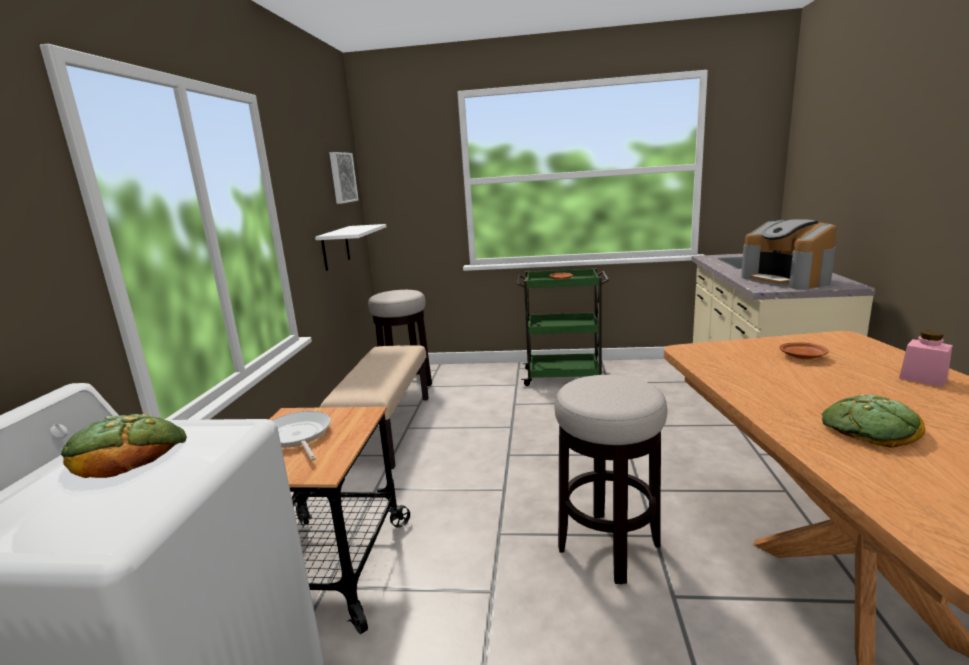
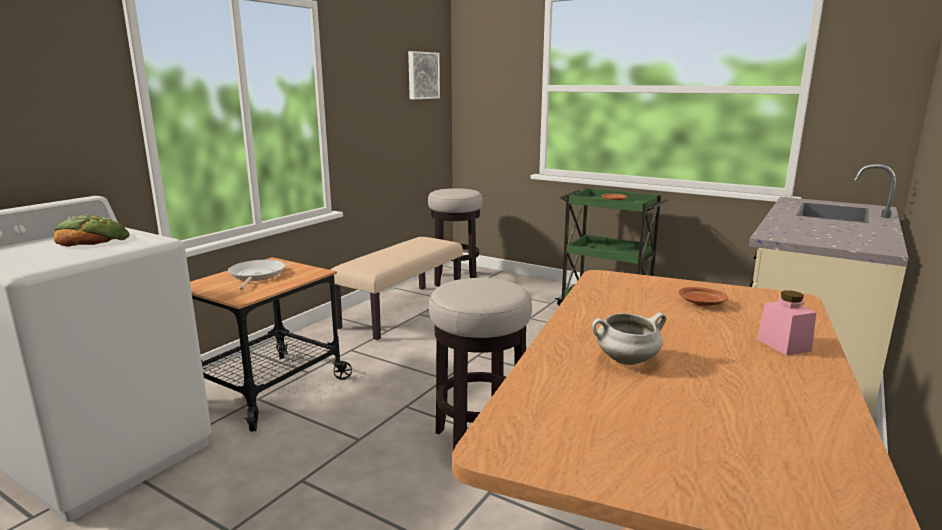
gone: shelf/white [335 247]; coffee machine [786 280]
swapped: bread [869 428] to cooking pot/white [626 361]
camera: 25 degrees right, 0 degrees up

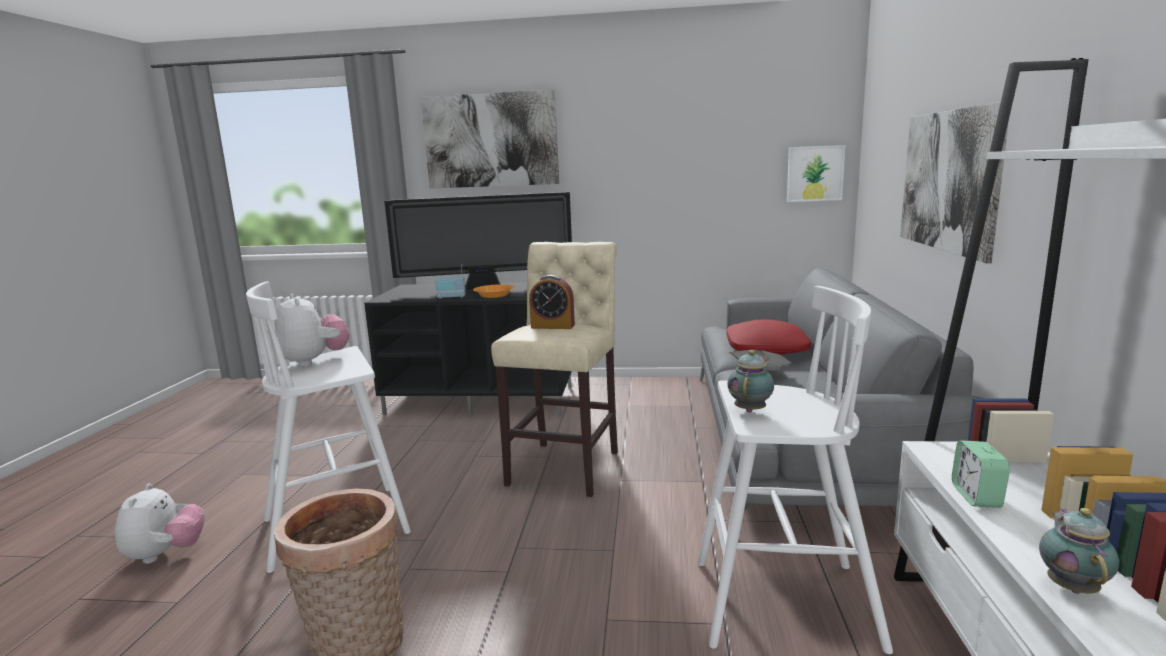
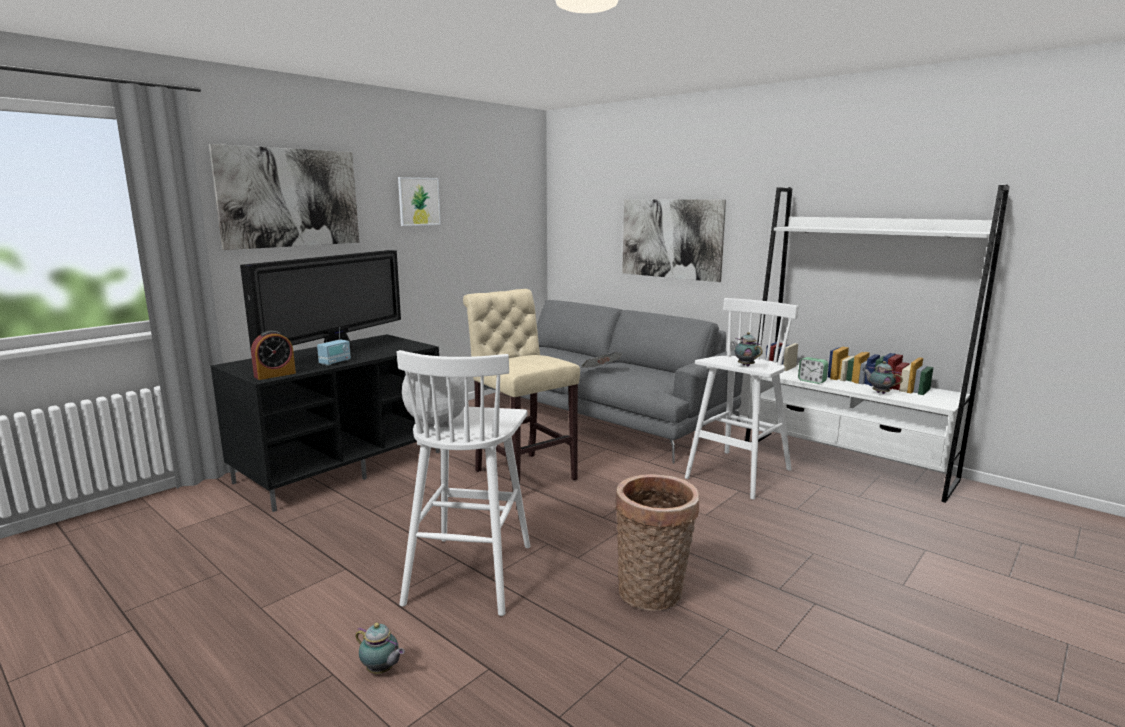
gone: bowl/orange [494 296]; pillow/red [767 349]
shifted: alarm clock [552 326] to [275 375]; picture [815 173] to [419 201]
swapped: plush toy [165 554] to teapot [381 671]
camera: 55 degrees left, 0 degrees up

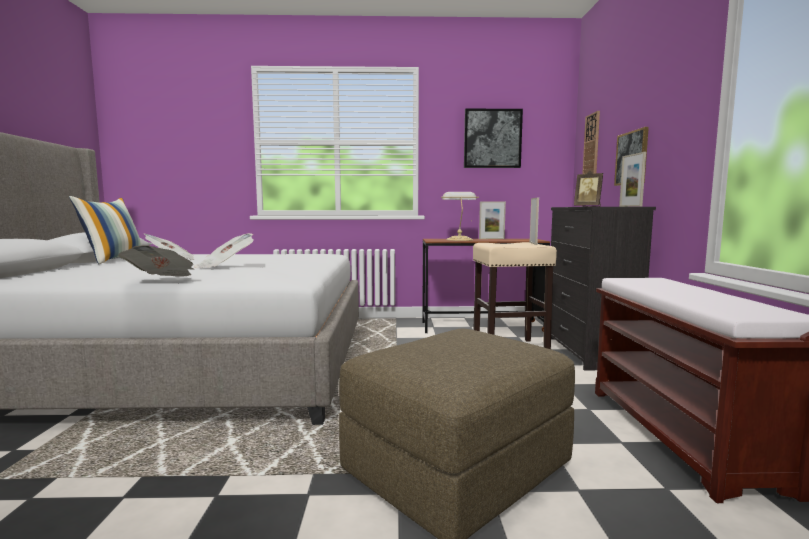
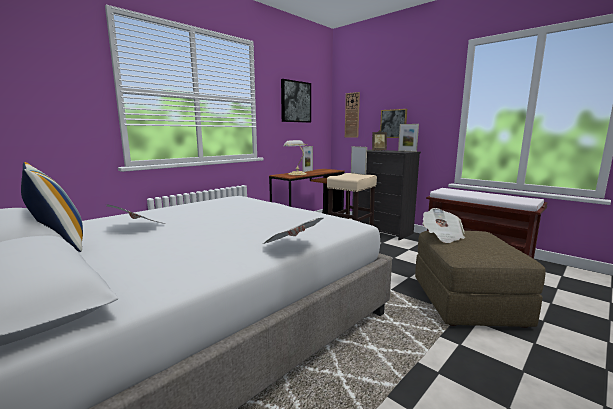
shifted: newspaper [225 266] to [442 236]
camera: 45 degrees left, 5 degrees up

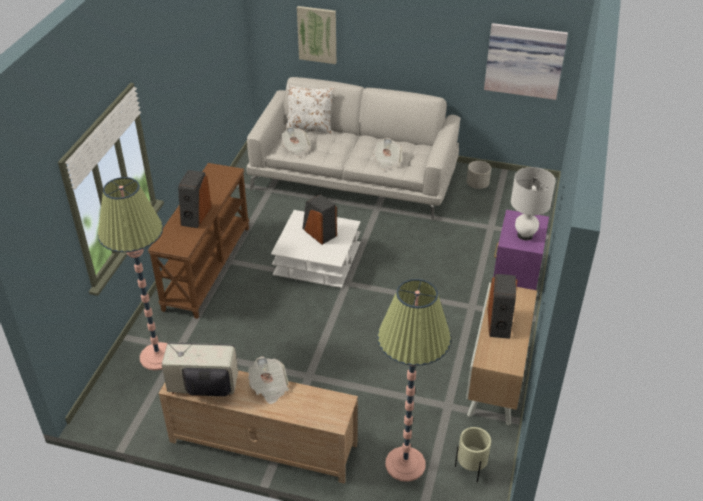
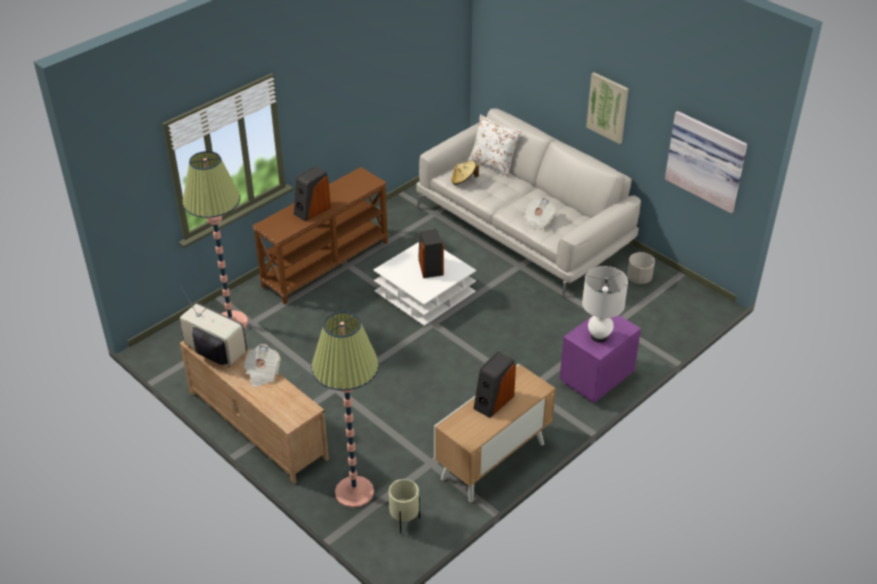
shifted: picture [317 34] to [608 107]
swapped: newspaper [296 148] to hat/beige [463 180]
camera: 30 degrees right, 0 degrees up

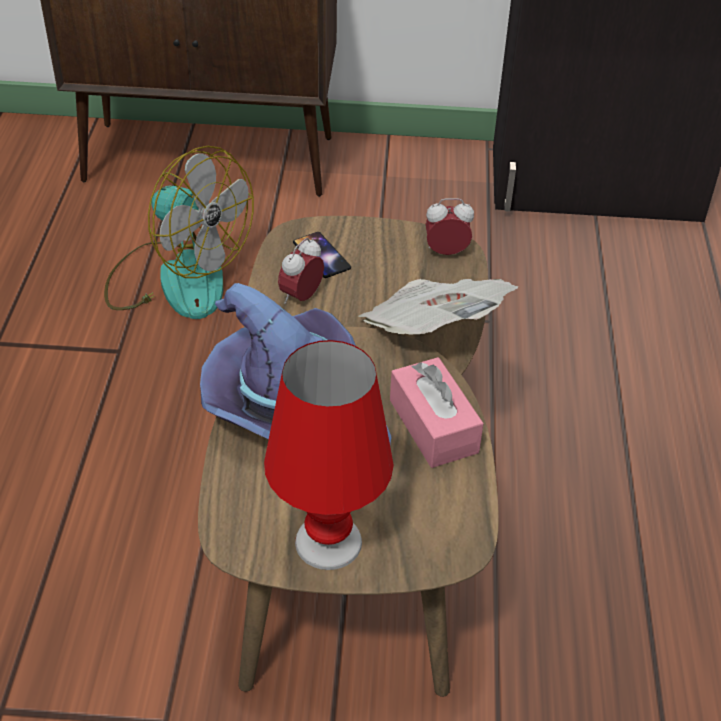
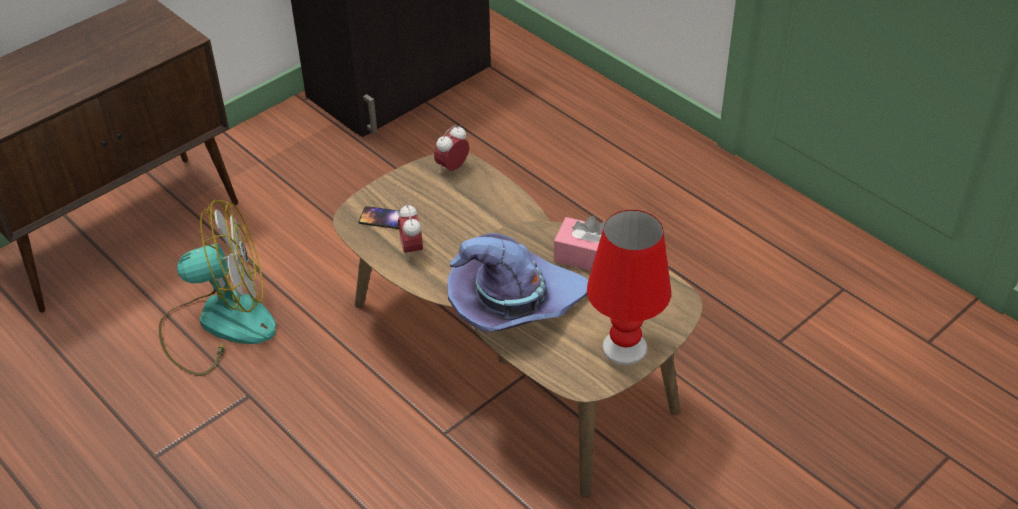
gone: newspaper [433 332]
camera: 45 degrees left, 0 degrees up

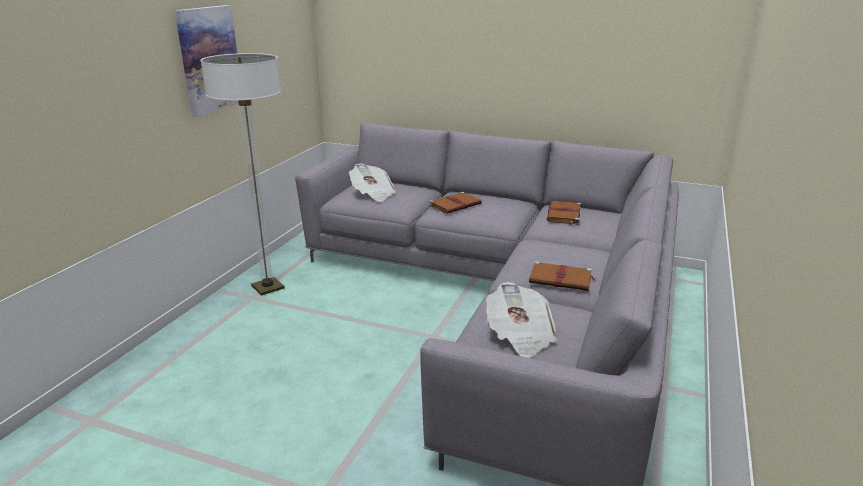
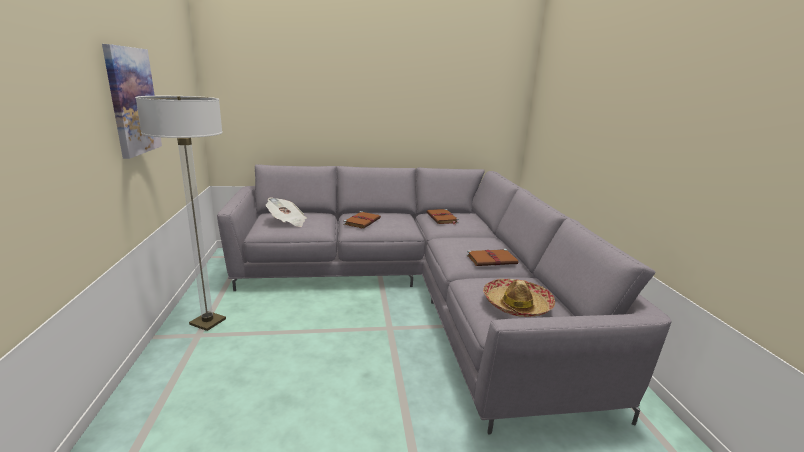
swapped: newspaper [519 336] to hat [516 305]
camera: 30 degrees left, 5 degrees down

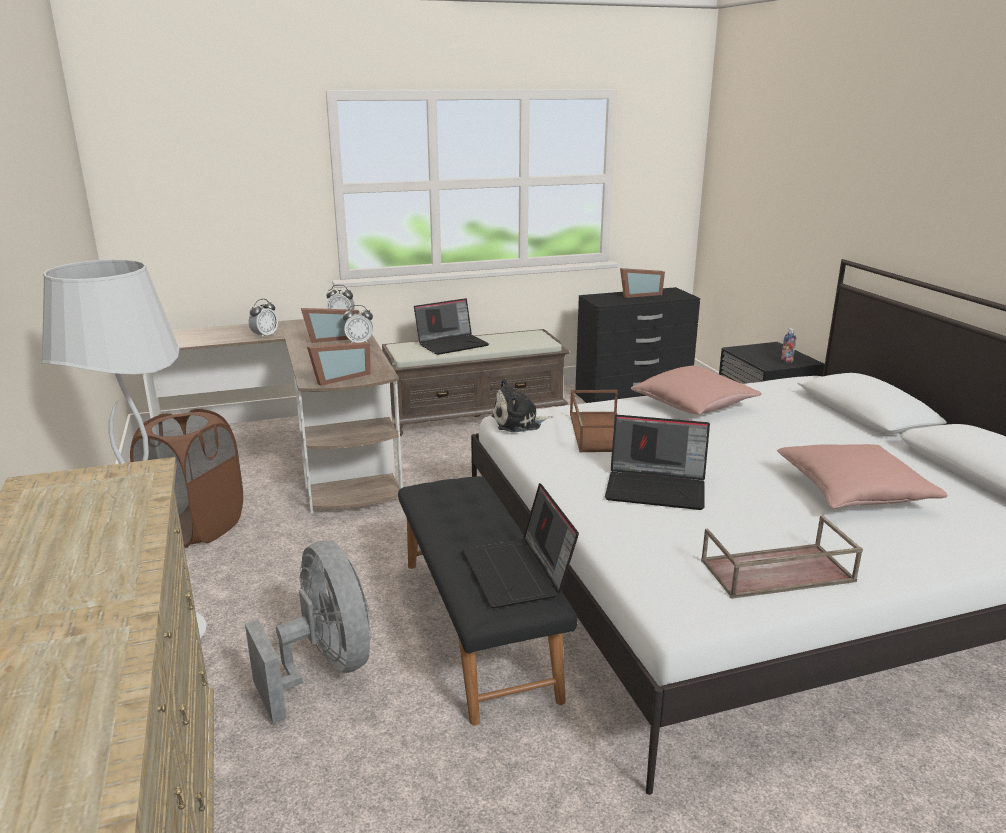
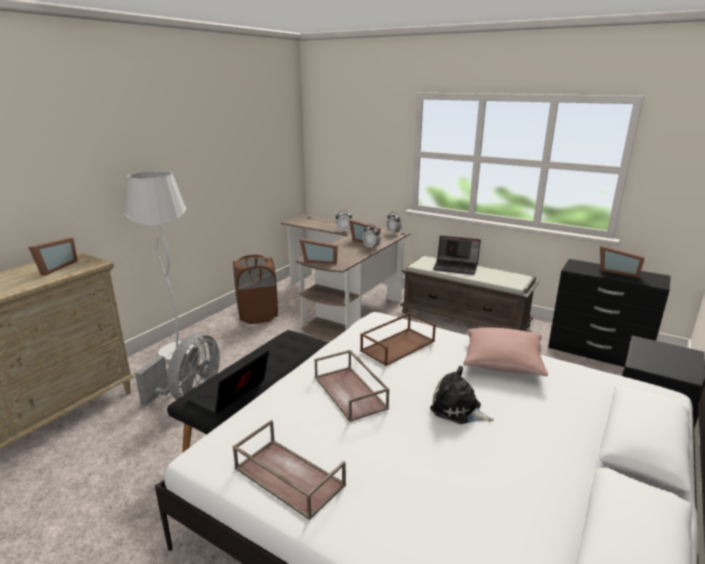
gone: pillow/pink [853 492]; bottle [786 362]
new: picture frame [54 268]
shifted: plush toy [519 423] to [458 410]
swapped: laptop [657 488] to tray/brown [351 393]
camera: 50 degrees right, 0 degrees up

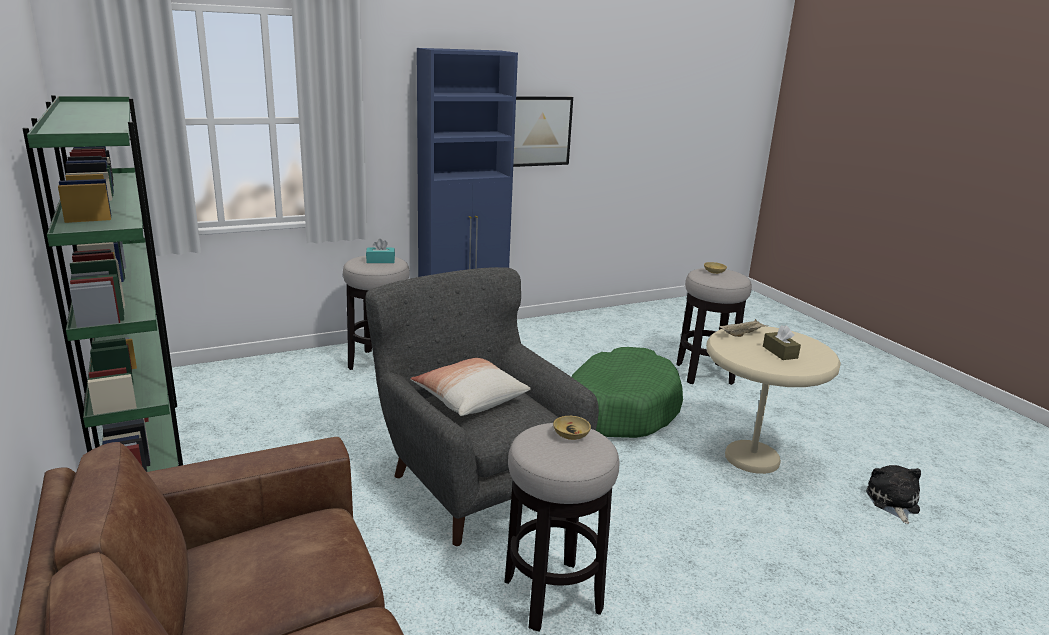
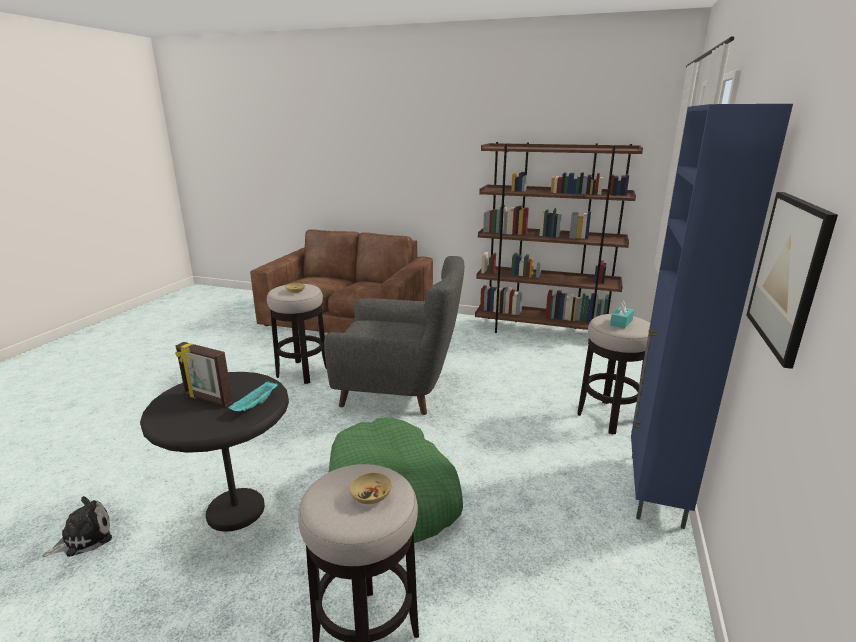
gone: pillow [469 399]
swapped: tissue box/brown [780 352] to picture frame [208 399]
repainted: side table/beige [752 458] to side table/black [235 511]; tray/beige [742 334] to tray/turquoise [256 405]; bookcase/green [143 449] to bookcase/brown [543 331]
rotated: plush toy [892 502] = [84 537] 90 degrees counterclockwise
camera: 135 degrees right, 0 degrees up

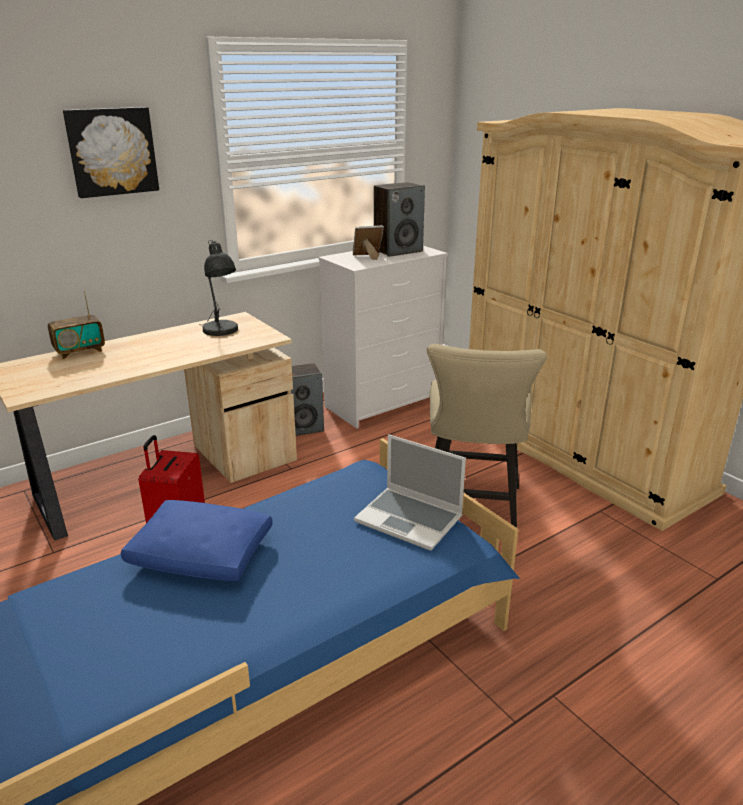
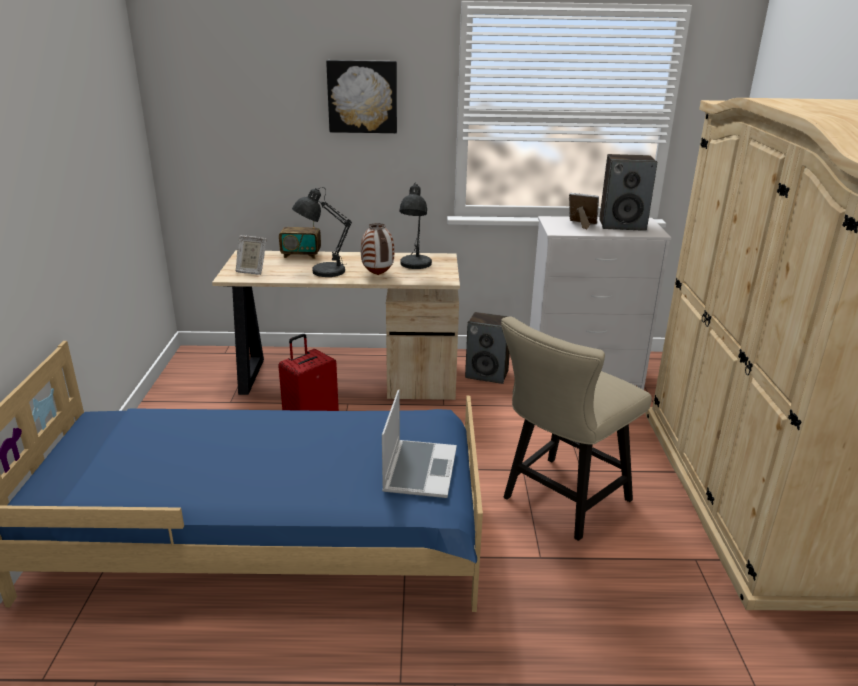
gone: pillow/blue [200 554]
new: picture frame [251 271]; table lamp/grey [324 272]; vase [378 275]
rotated: laptop [410 519] = [419 469] 150 degrees counterclockwise
camera: 35 degrees right, 0 degrees up

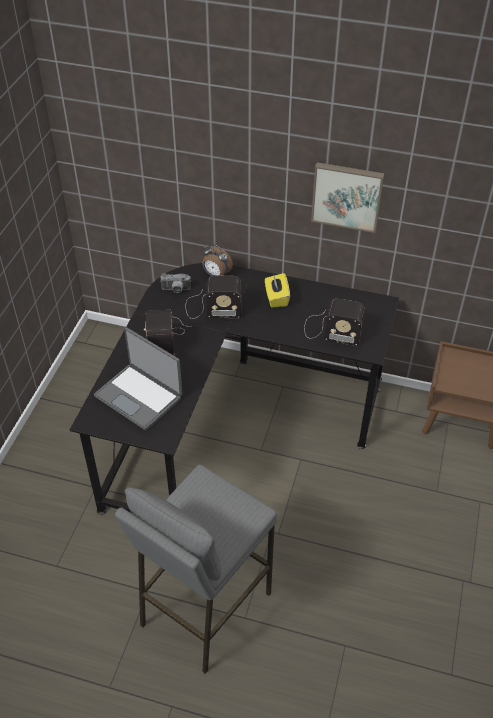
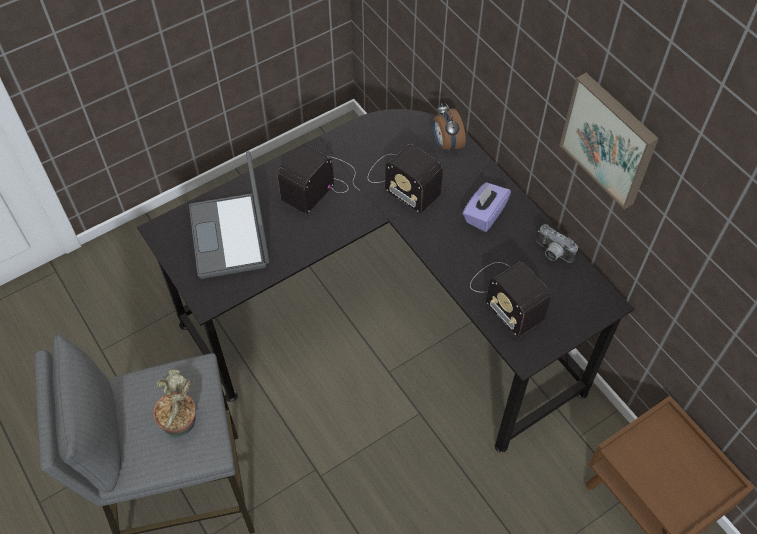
new: potted plant [183 427]
shifted: photo camera [176 290] to [552 253]
repainted: tissue box/yellow [276 298] to tissue box/purple [484 215]
camera: 40 degrees right, 10 degrees up

